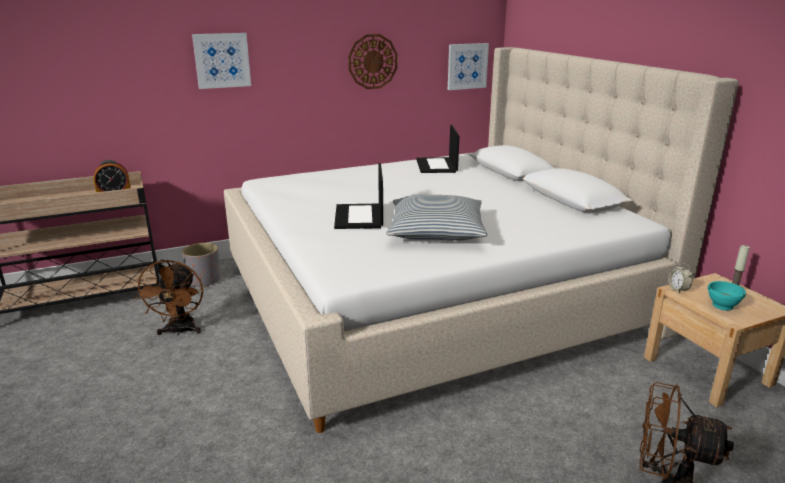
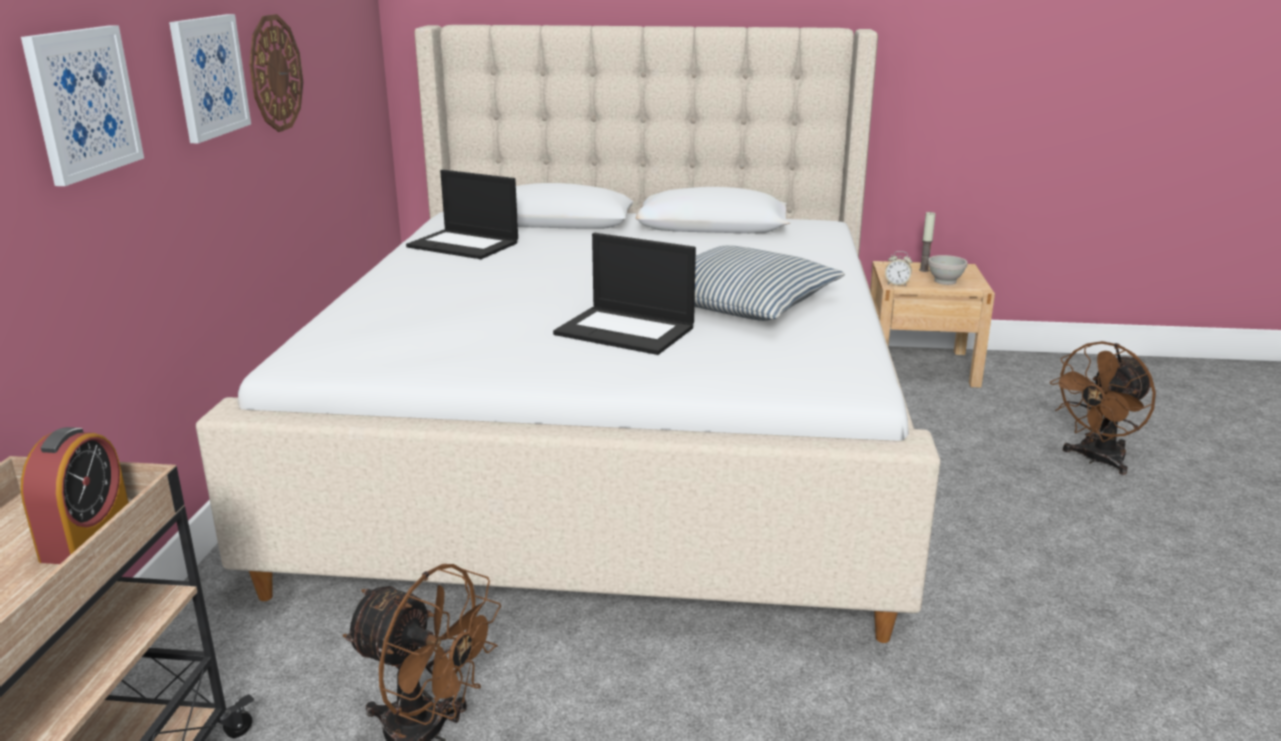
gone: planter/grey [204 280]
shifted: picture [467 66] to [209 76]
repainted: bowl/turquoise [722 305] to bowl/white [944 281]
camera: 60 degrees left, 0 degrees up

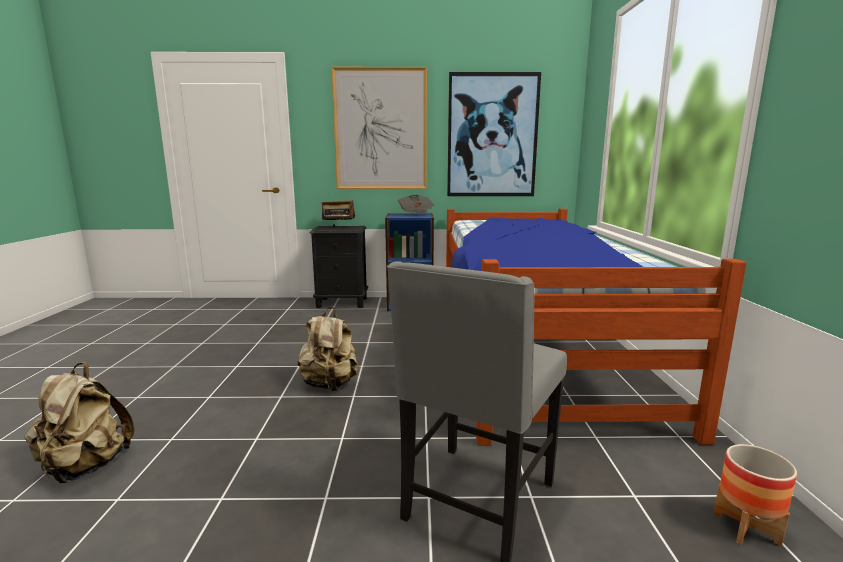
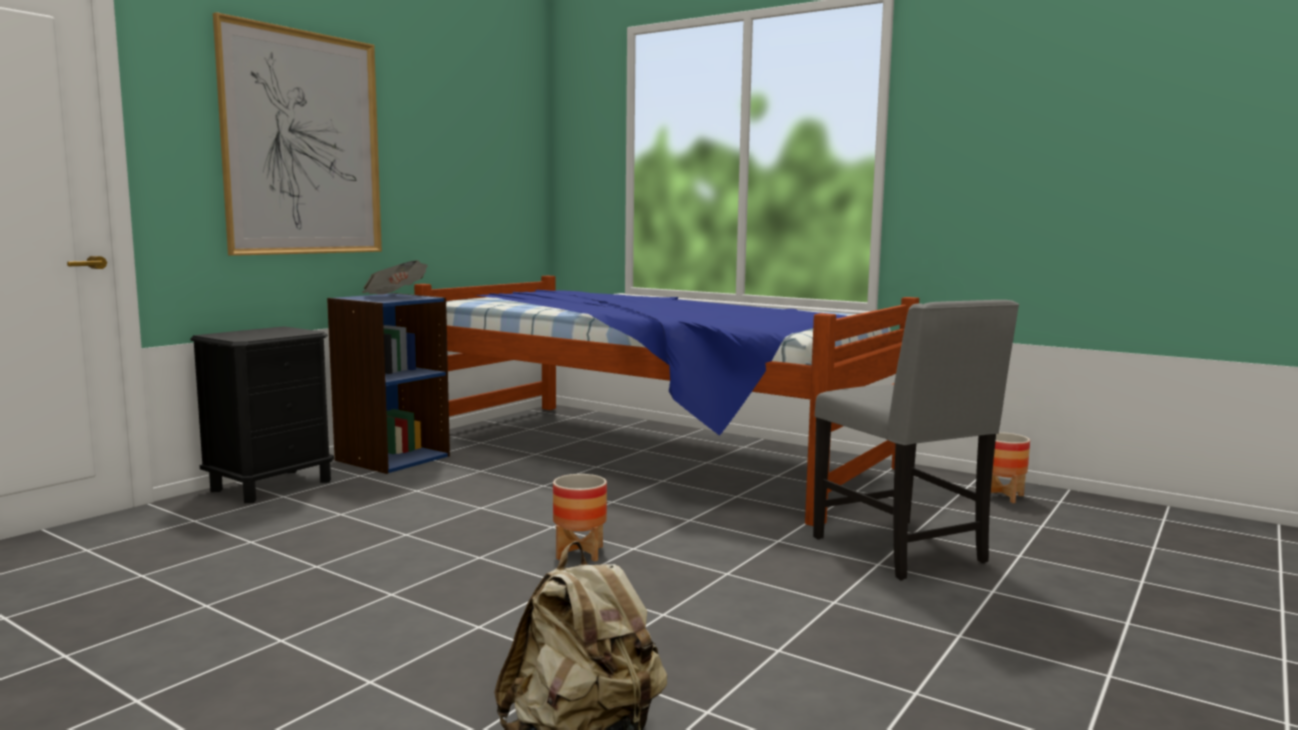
gone: radio [339 227]; picture [492 136]
swapped: backpack/beige [330 385] to planter [579 552]
camera: 55 degrees left, 5 degrees down

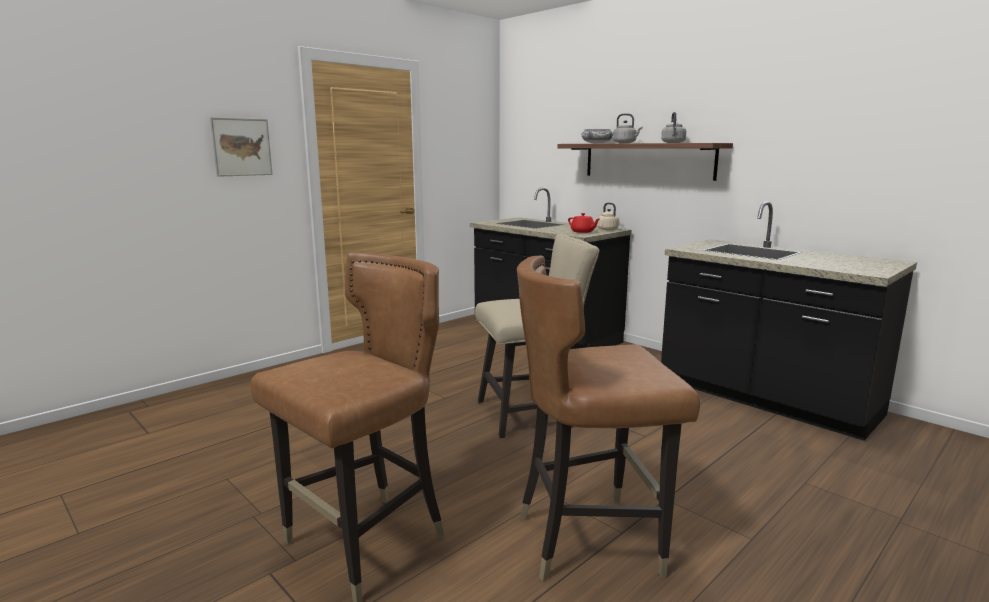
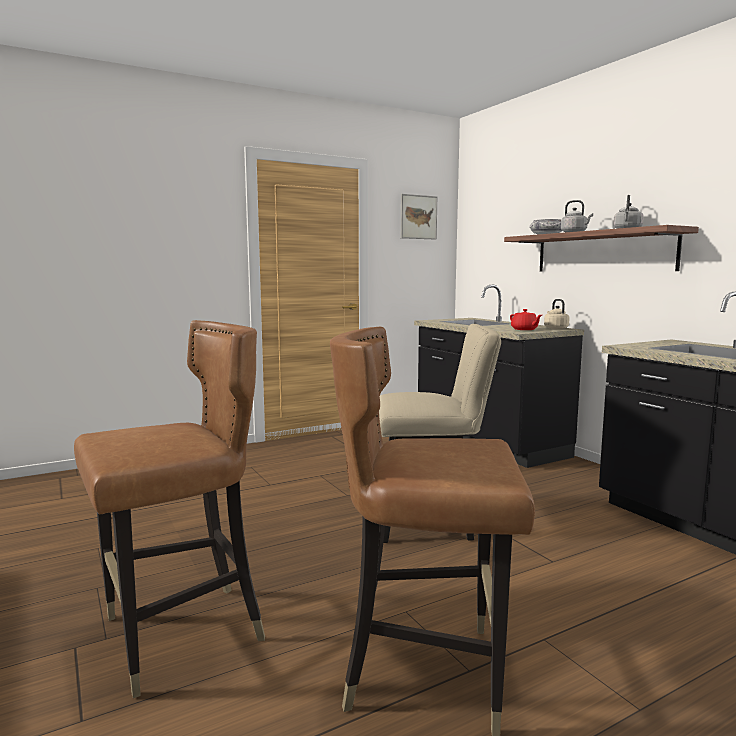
shifted: picture [241 147] to [418 217]
camera: 15 degrees right, 5 degrees down

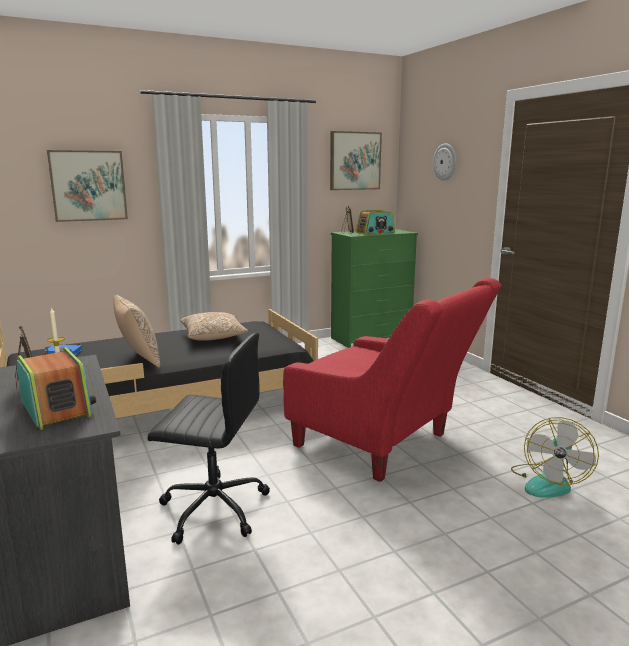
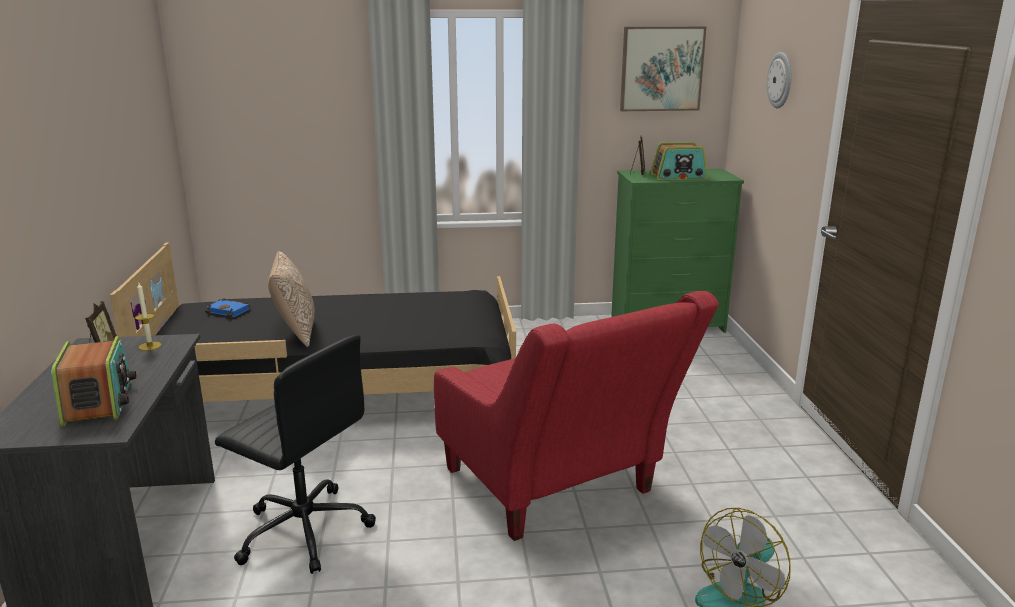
gone: picture [88 185]; pillow [214 337]
camera: 20 degrees right, 5 degrees up

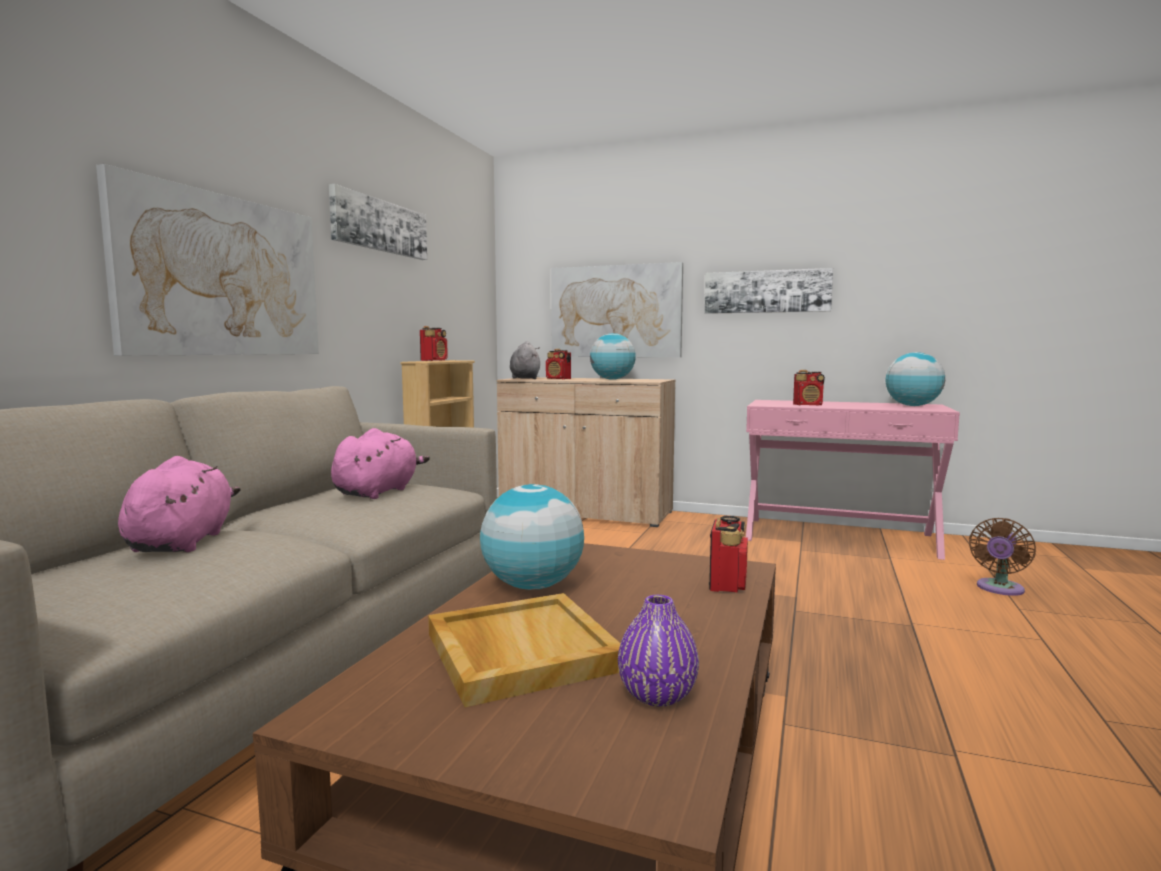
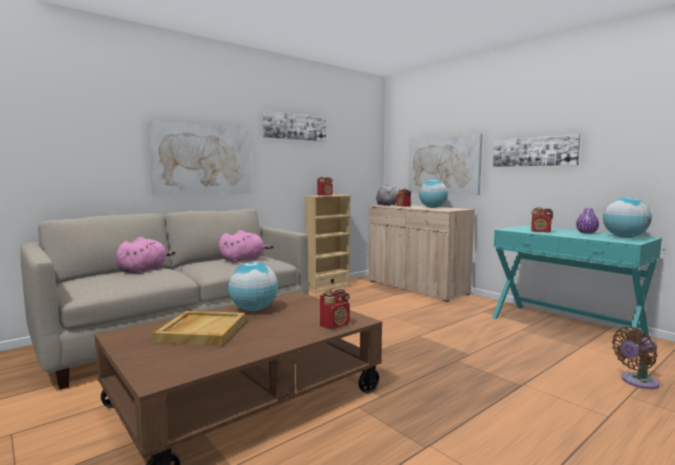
shifted: vase/purple [657 695] to [586 233]
repainted: console table/pink [839 537] to console table/turquoise [565 327]
camera: 30 degrees right, 0 degrees up

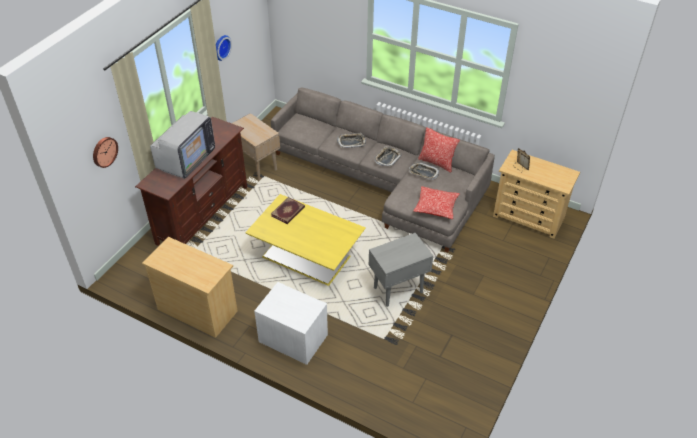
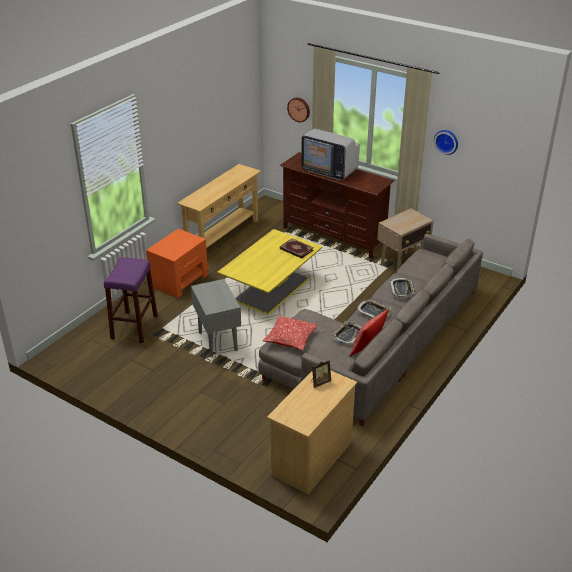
new: stool/purple [134 327]
swapped: dresser/beige [197 310] to console table/beige [222 236]
repainted: nightstand/white [293 338] to nightstand/orange [179 280]
camera: 95 degrees right, 10 degrees down

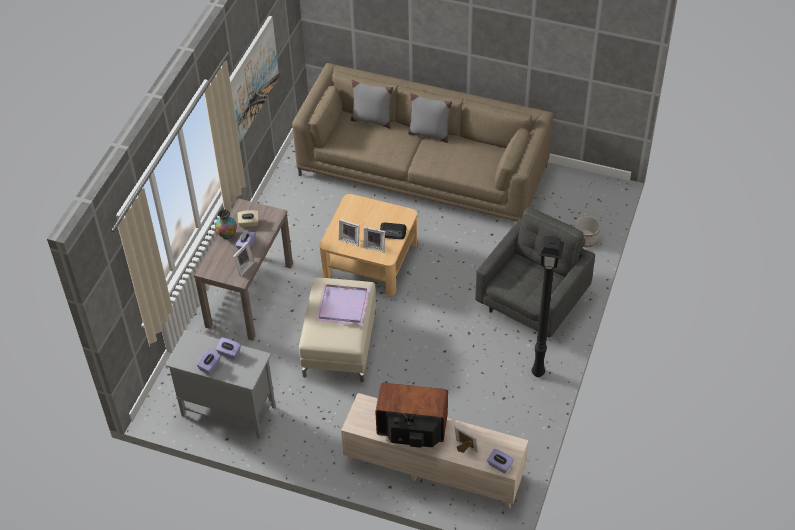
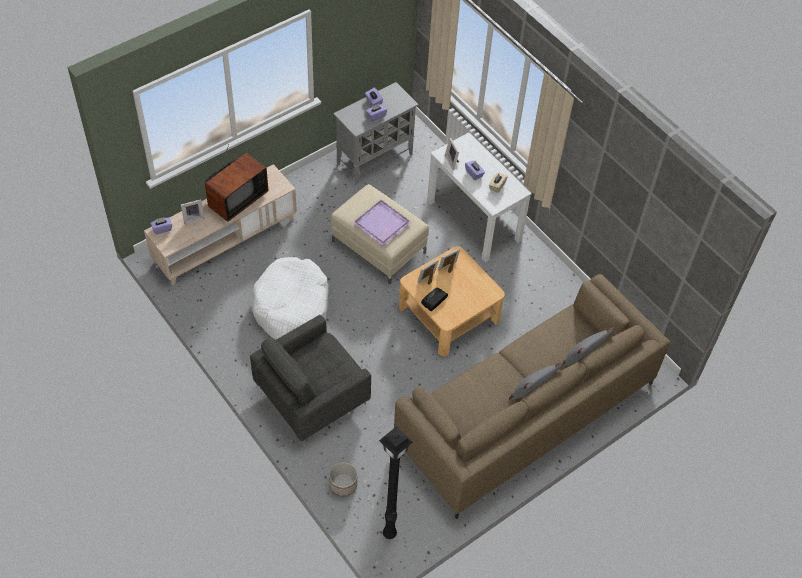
gone: vase [227 235]; picture [251 80]
new: dog bed/white [291 306]
shifted: floor lamp/black [537 372] to [390 534]
repainted: console table/brown [249 294] to console table/white [474 221]
rotated: armchair/grey [533 301] = [310 396] 75 degrees clockwise
camera: 120 degrees right, 5 degrees up

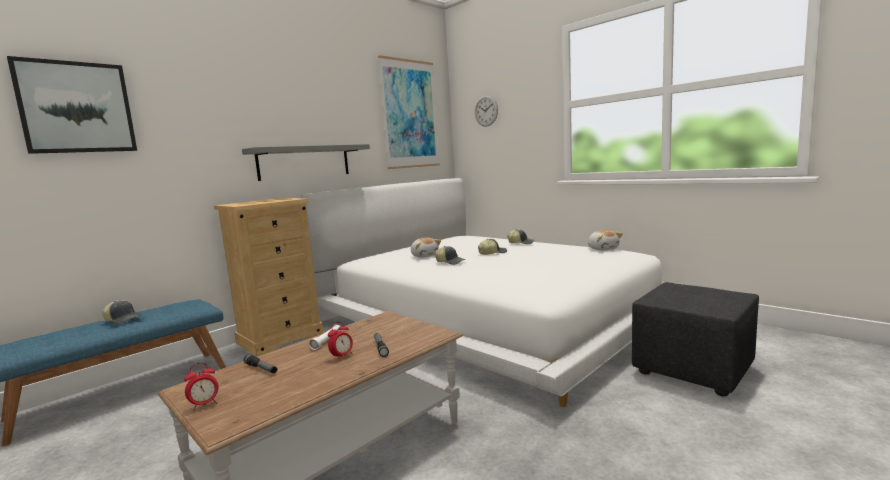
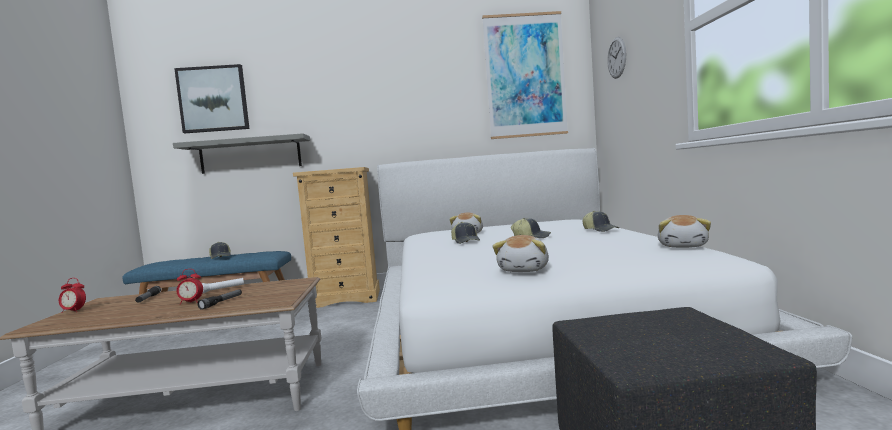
new: plush toy [524 269]
shifted: shelf/grey [304 162] to [250 155]
camera: 40 degrees right, 5 degrees down

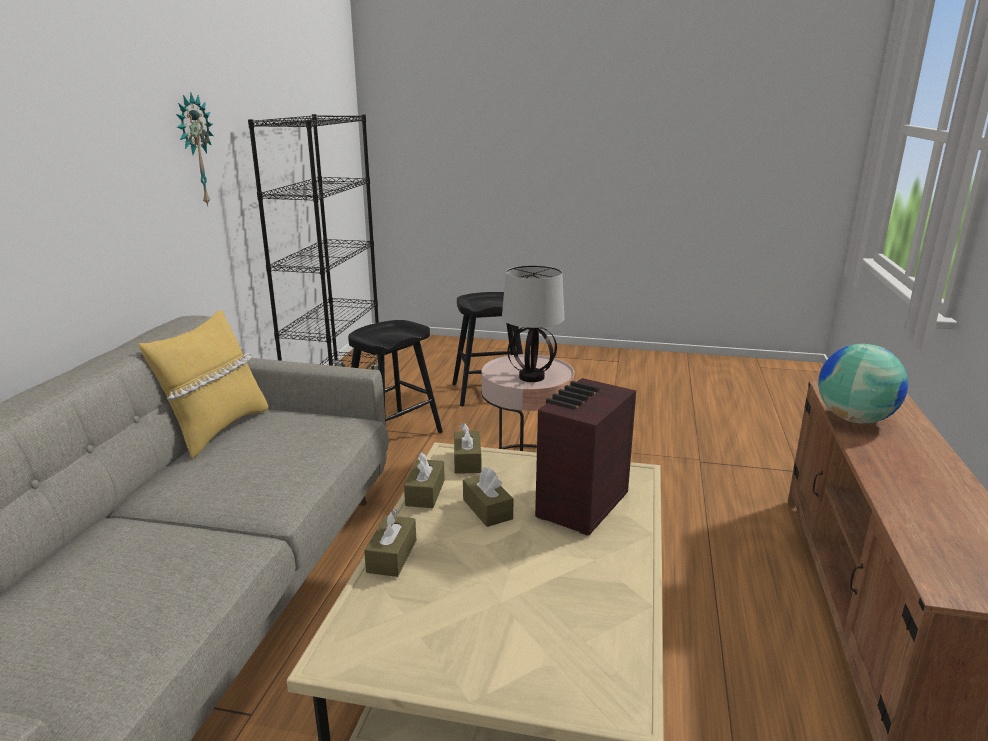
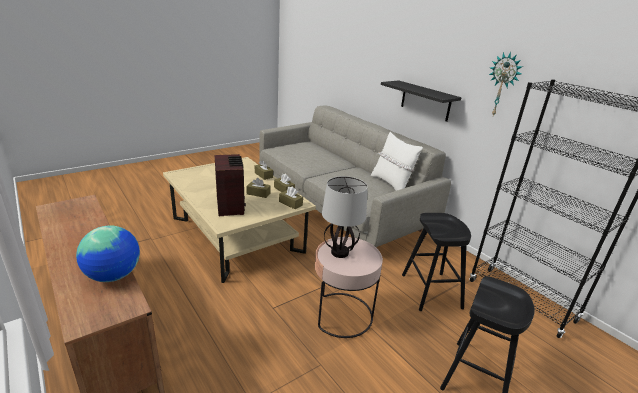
new: shelf/black [425 101]
repainted: pillow/yellow [217 430] to pillow/white [391 184]
camera: 130 degrees right, 5 degrees up

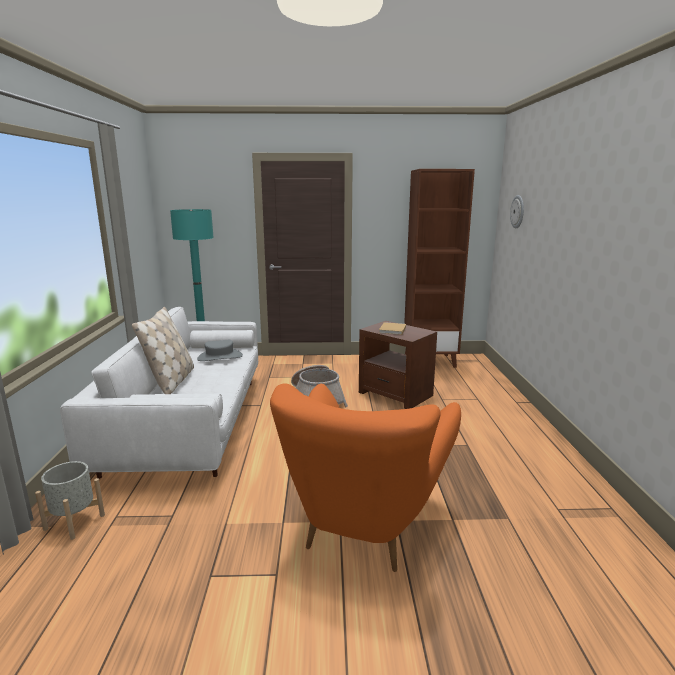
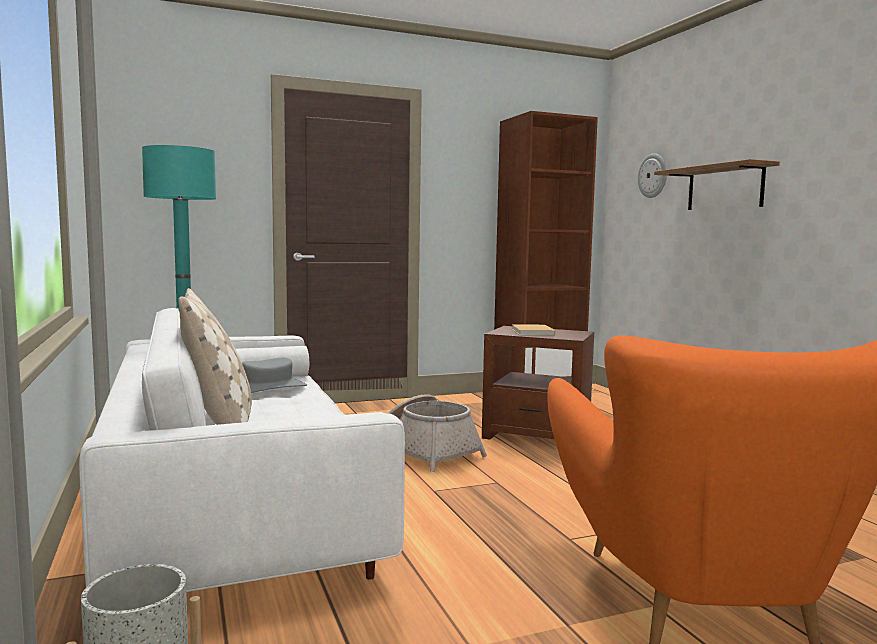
new: shelf [725 188]
camera: 20 degrees left, 10 degrees down

